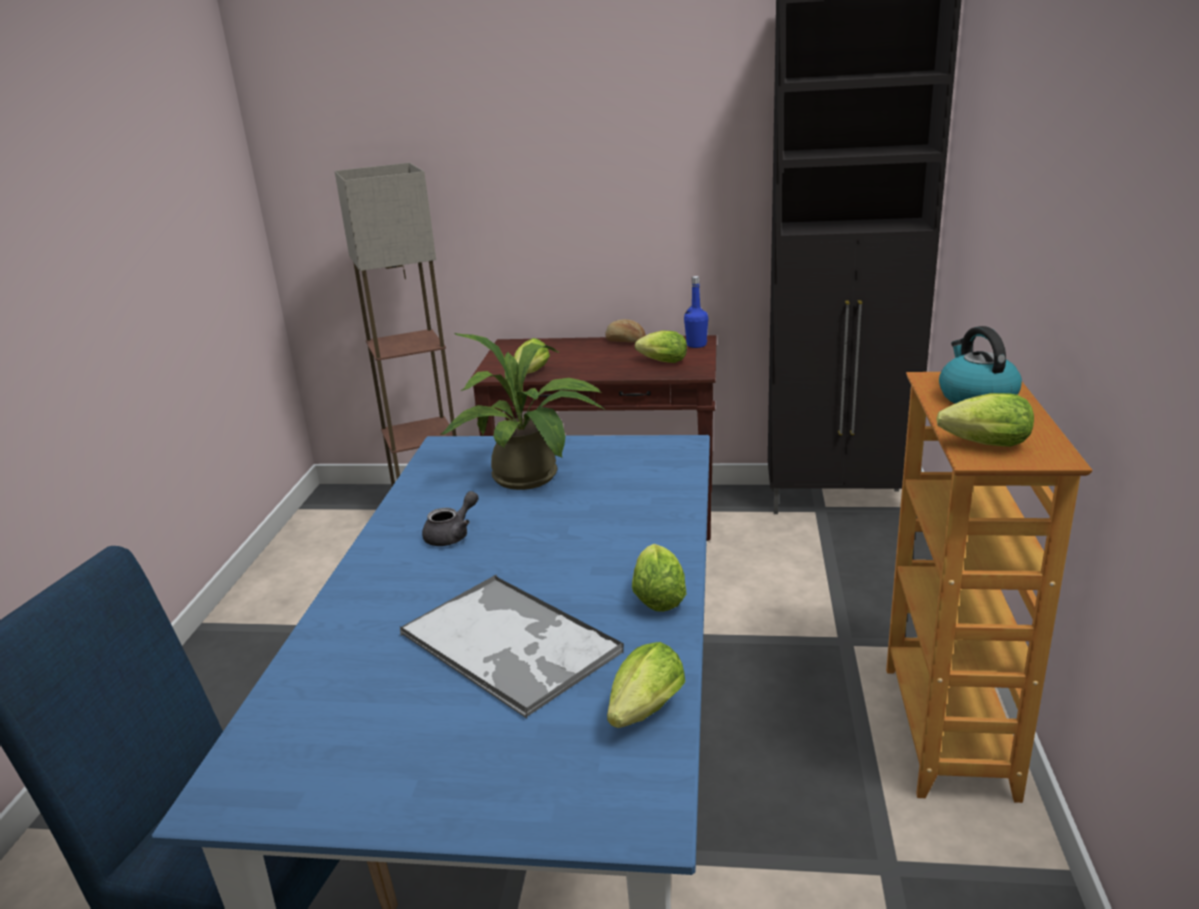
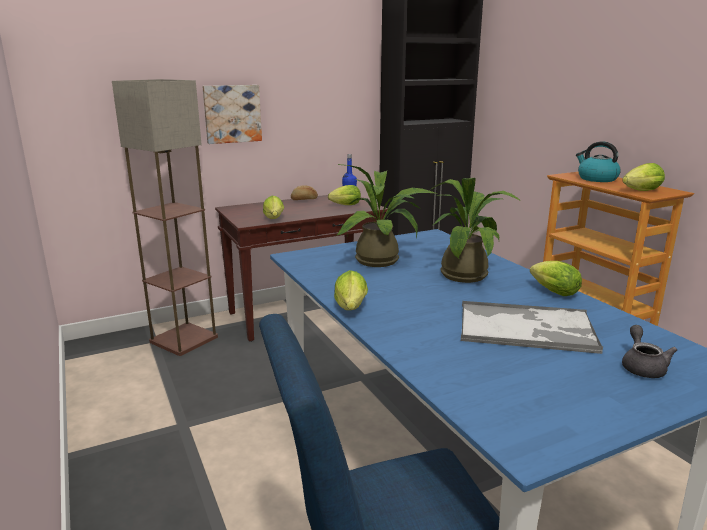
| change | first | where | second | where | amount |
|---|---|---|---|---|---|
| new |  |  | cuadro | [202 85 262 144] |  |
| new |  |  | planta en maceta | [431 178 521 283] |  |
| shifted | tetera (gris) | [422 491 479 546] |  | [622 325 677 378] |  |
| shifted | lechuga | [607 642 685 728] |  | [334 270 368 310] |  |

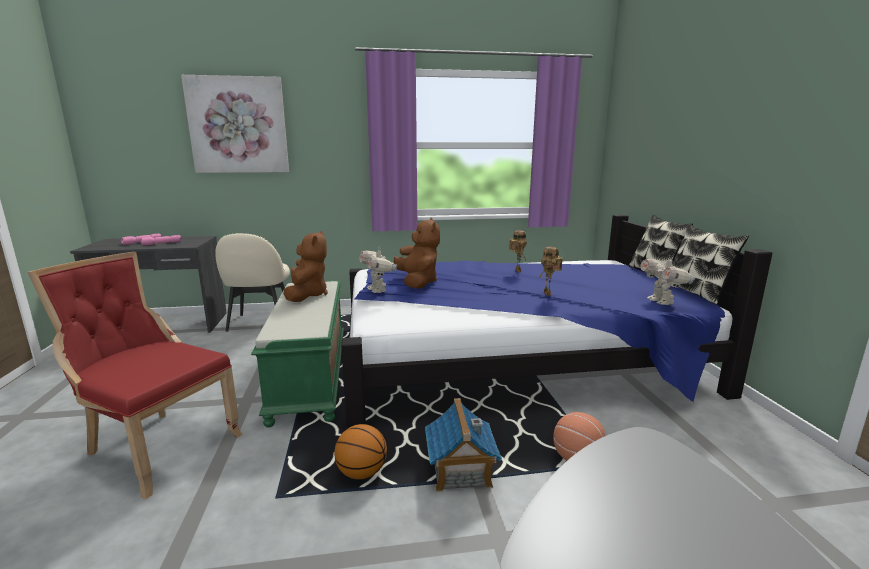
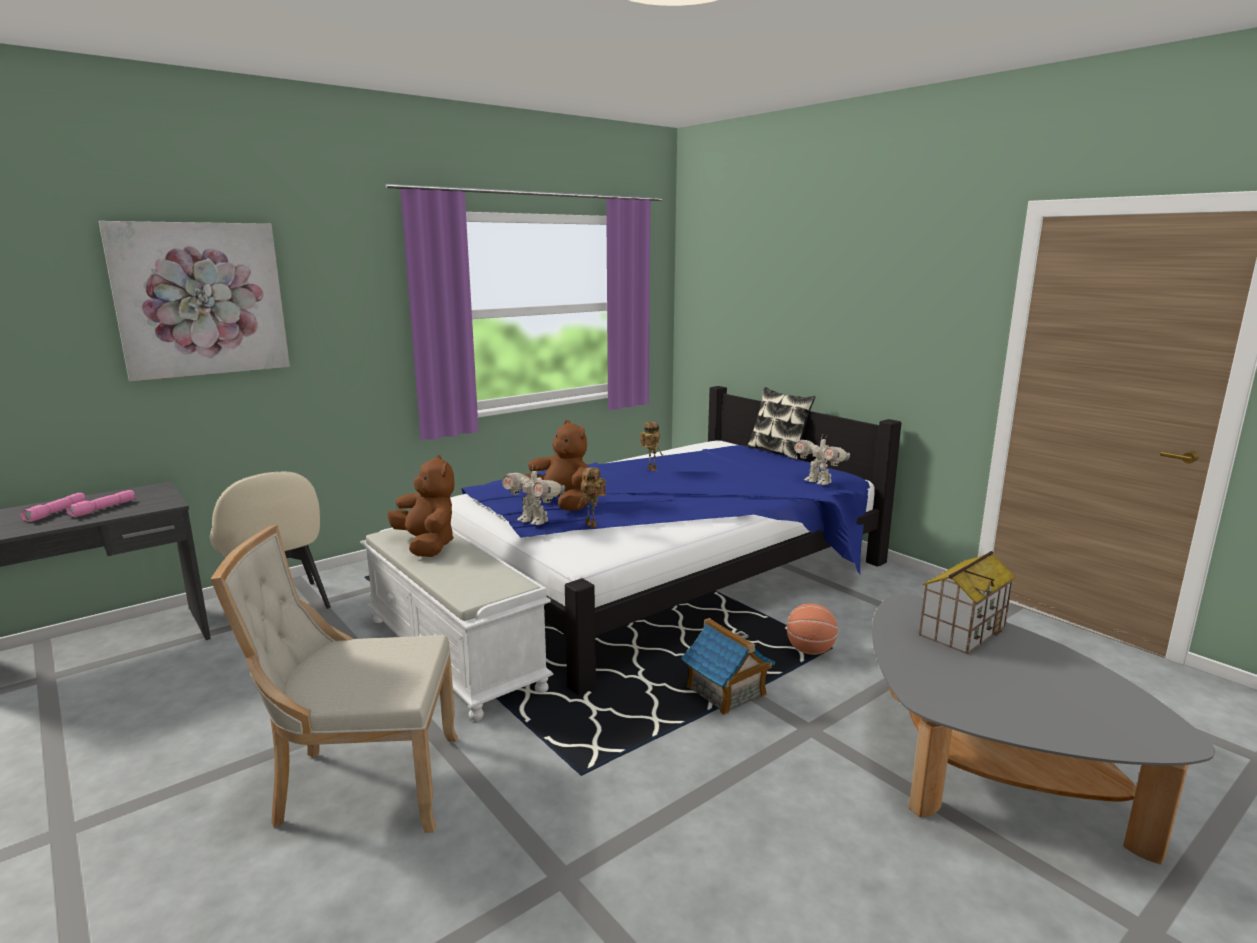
| change | first | where | second | where | amount |
|---|---|---|---|---|---|
| gone | balón de baloncesto | [334 424 387 480] |  |  |  |
| gone | cojín | [669 224 749 305] |  |  |  |
| new |  |  | casita | [919 551 1016 654] |  |
| shifted | robot de juguete | [538 247 563 296] |  | [578 467 606 528] |  |
| repainted | silla (rojo) | [28 252 243 499] | silla (beis) | [211 525 458 833] |  |
| repainted | banco (verde) | [251 280 344 427] | banco (blanco) | [360 528 553 721] |  |

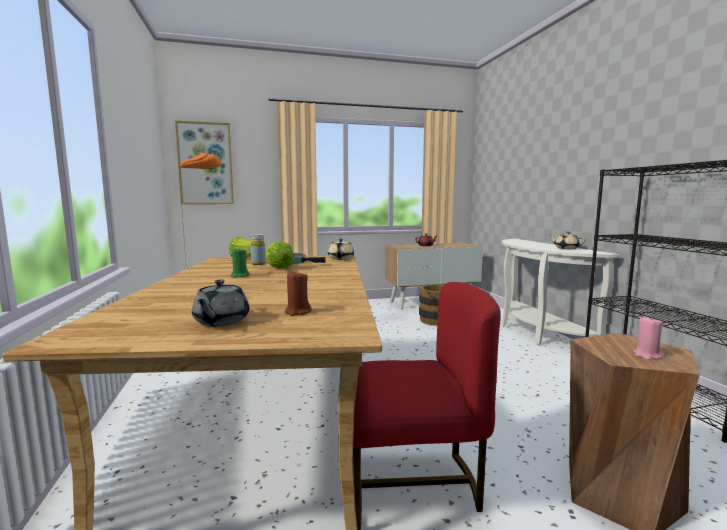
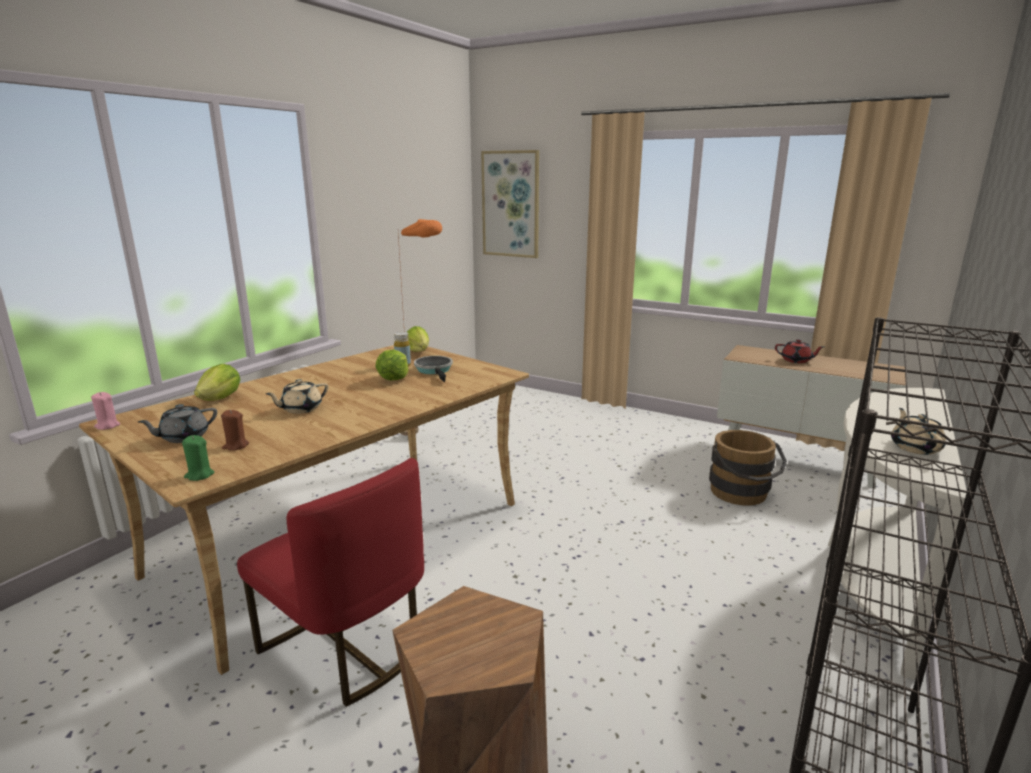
| change | first | where | second | where | amount |
|---|---|---|---|---|---|
| new |  |  | lechuga | [194 364 240 401] |  |
| shifted | vela (verde) | [231 247 249 278] |  | [182 435 214 481] |  |
| shifted | tetera (beis) | [328 238 354 260] |  | [266 379 328 414] |  |
| shifted | vela (rosa) | [634 316 663 360] |  | [91 392 120 430] |  |

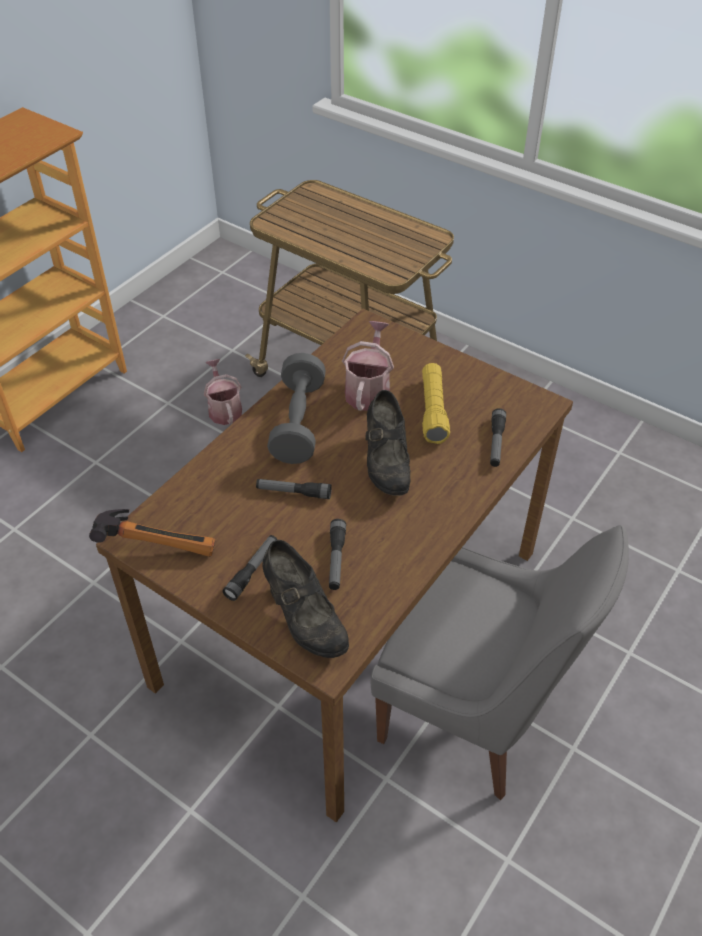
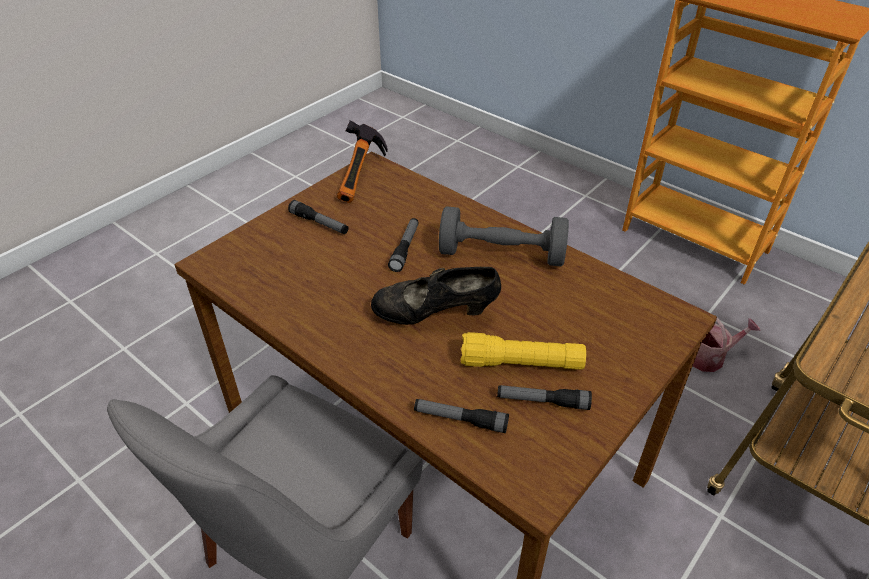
| change | first | where | second | where | amount |
|---|---|---|---|---|---|
| gone | zapato (negro) | [262 540 349 658] |  |  |  |
| gone | regadera | [342 321 394 411] |  |  |  |
| shifted | linterna | [329 519 346 590] |  | [497 385 592 410] |  |

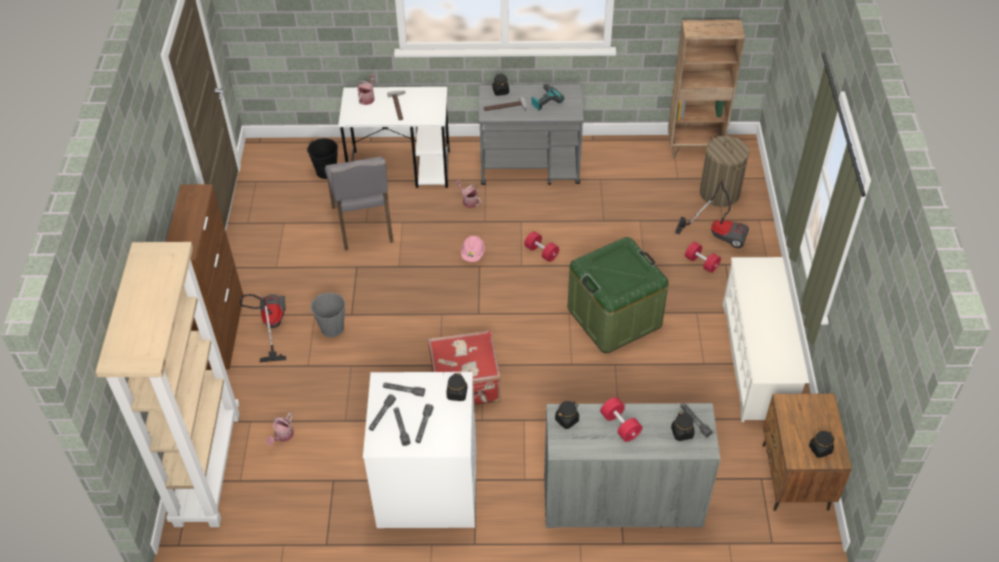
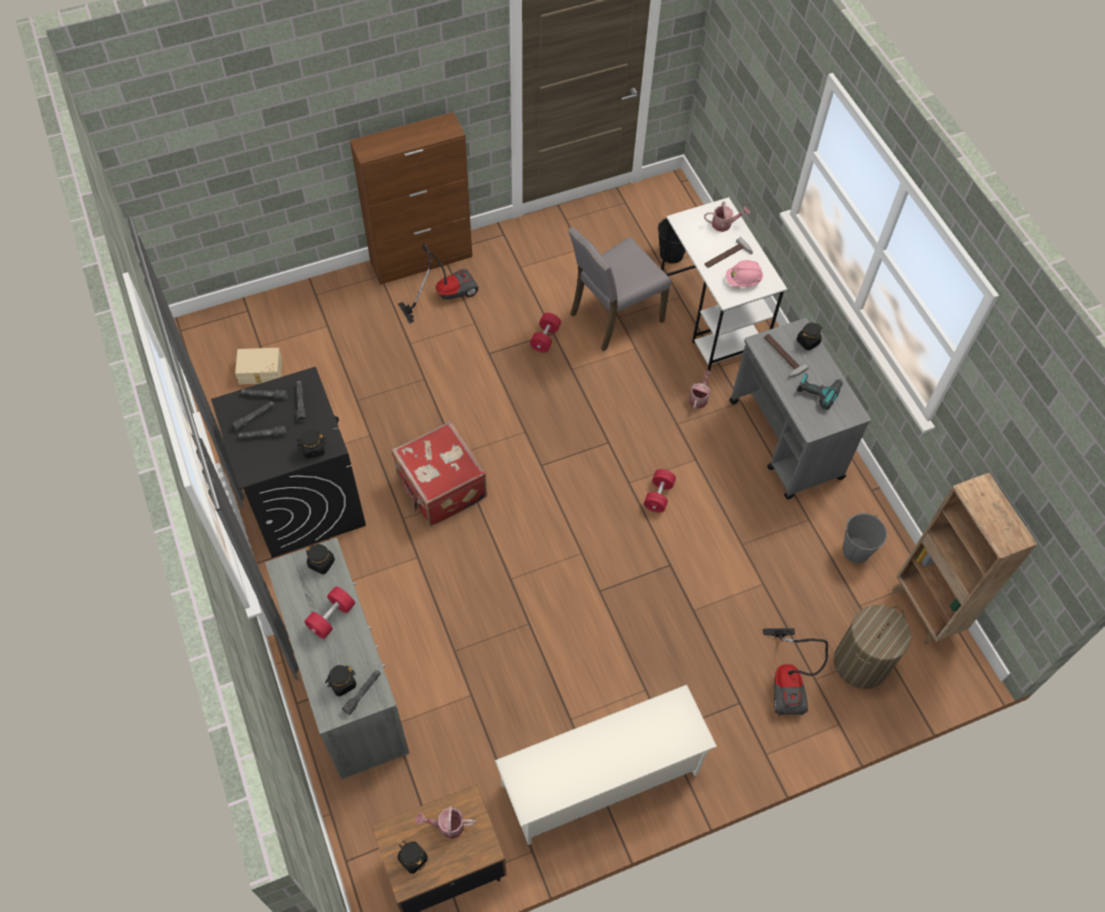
| change | first | where | second | where | amount |
|---|---|---|---|---|---|
| gone | estantería (beis) | [95 242 240 527] |  |  |  |
| gone | caja de almacenaje (verde) | [568 237 669 353] |  |  |  |
| new |  |  | caja de almacenaje (beis) | [235 348 282 384] |  |
| shifted | regadera | [267 413 294 445] |  | [416 806 476 839] |  |
| shifted | cubo (gris) | [311 293 345 337] |  | [842 513 887 563] |  |
| shifted | casco (rosa) | [461 235 485 262] |  | [726 260 763 287] |  |
| shifted | mancuerna (rojo) | [685 242 721 273] |  | [530 313 561 353] |  |
| repainted | lavadora (blanco) | [363 372 476 528] | lavadora (negro) | [211 367 366 558] |  |

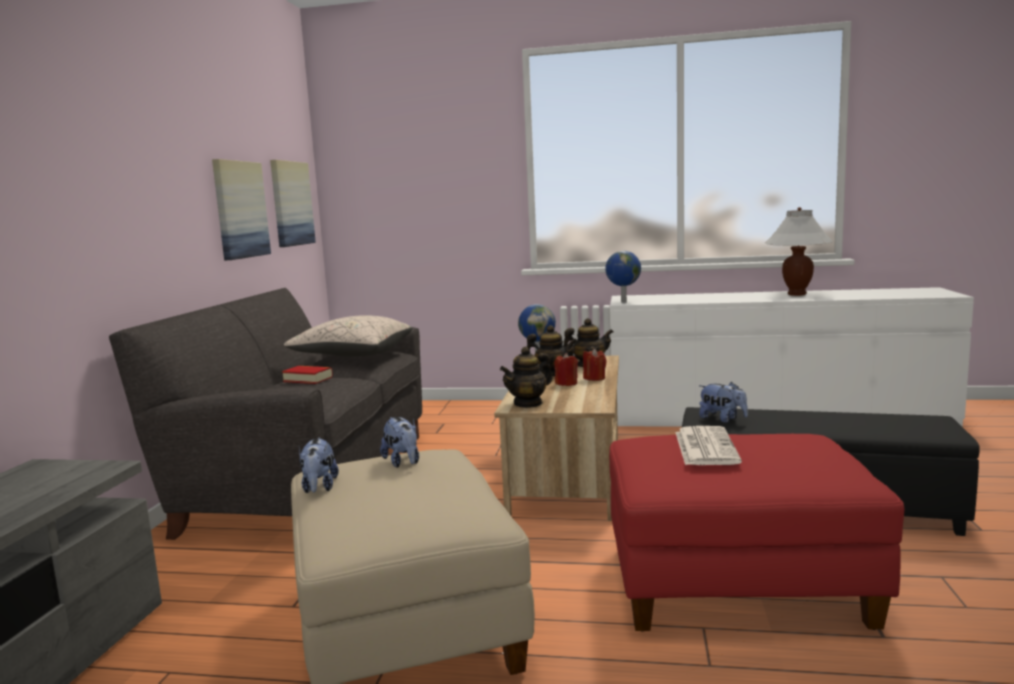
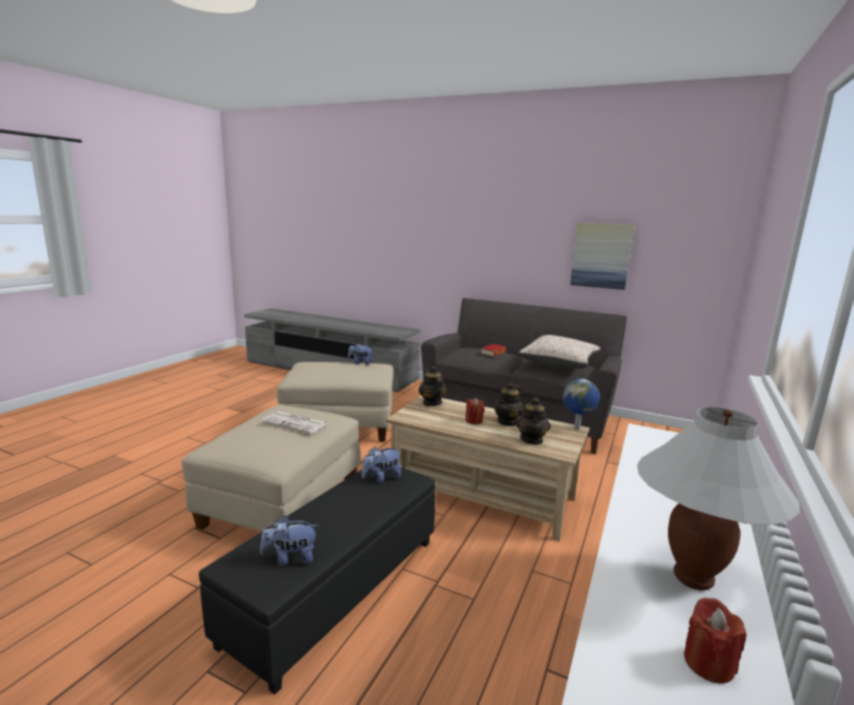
| change | first | where | second | where | amount |
|---|---|---|---|---|---|
| gone | cuadro | [270 160 316 247] |  |  |  |
| gone | globo terráqueo | [605 251 641 303] |  |  |  |
| shifted | peluche | [380 417 419 468] |  | [260 516 319 565] |  |
| shifted | vela (rojo) | [583 348 607 381] |  | [684 598 746 683] |  |
| repainted | puf (rojo) | [609 434 904 632] | puf (beis) | [182 405 361 532] |  |

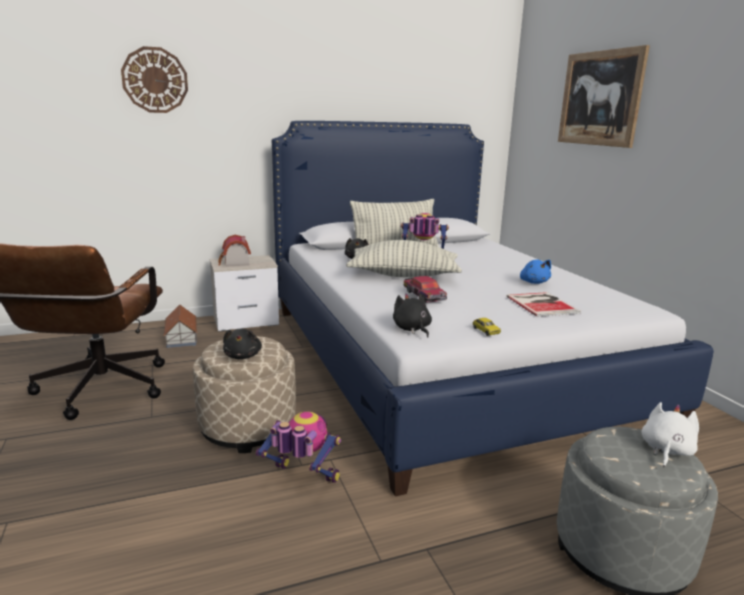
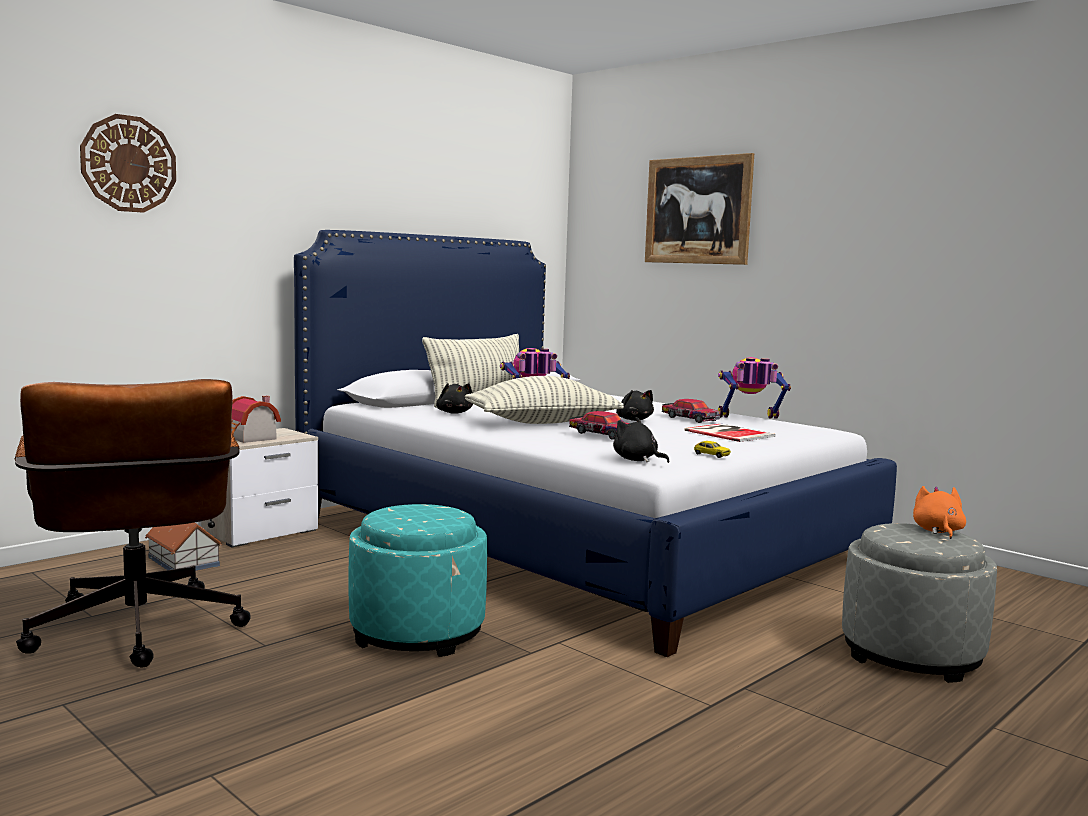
| change | first | where | second | where | amount |
|---|---|---|---|---|---|
| shifted | peluche (negro) | [223 329 262 359] |  | [616 390 654 421] |  |
| shifted | robot de juguete | [256 411 341 483] |  | [718 357 791 419] |  |
| swapped | peluche (azul) | [520 259 551 284] | coche de juguete | [662 399 720 423] |  |
| repainted | puf (beis) | [193 336 296 453] | puf (turquesa) | [348 504 487 657] |  |
| repainted | peluche (blanco) | [641 402 699 467] | peluche (naranja) | [913 486 966 539] |  |

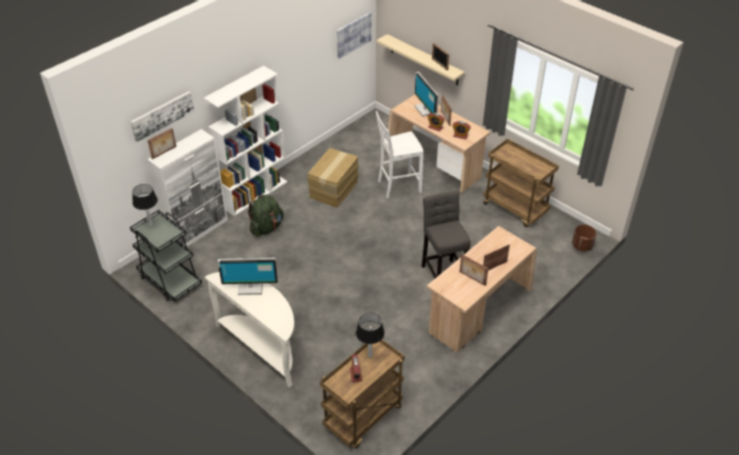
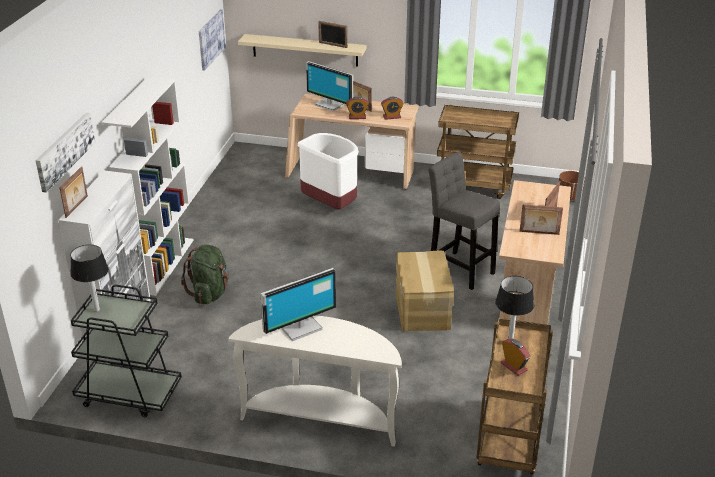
| change | first | where | second | where | amount |
|---|---|---|---|---|---|
| shifted | caja de cartón | [307 148 359 208] |  | [396 250 454 332] |  |
| swapped | silla (blanco) | [376 111 423 198] | papelera (blanco) | [297 133 359 210] |  |

